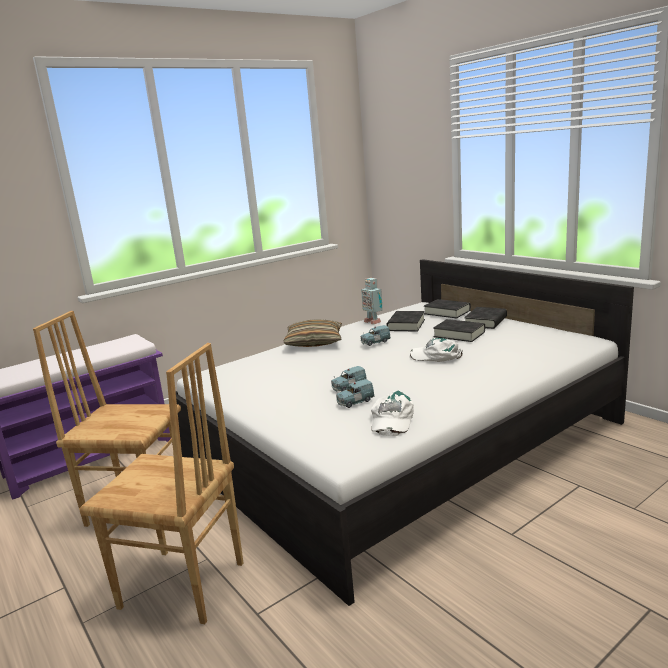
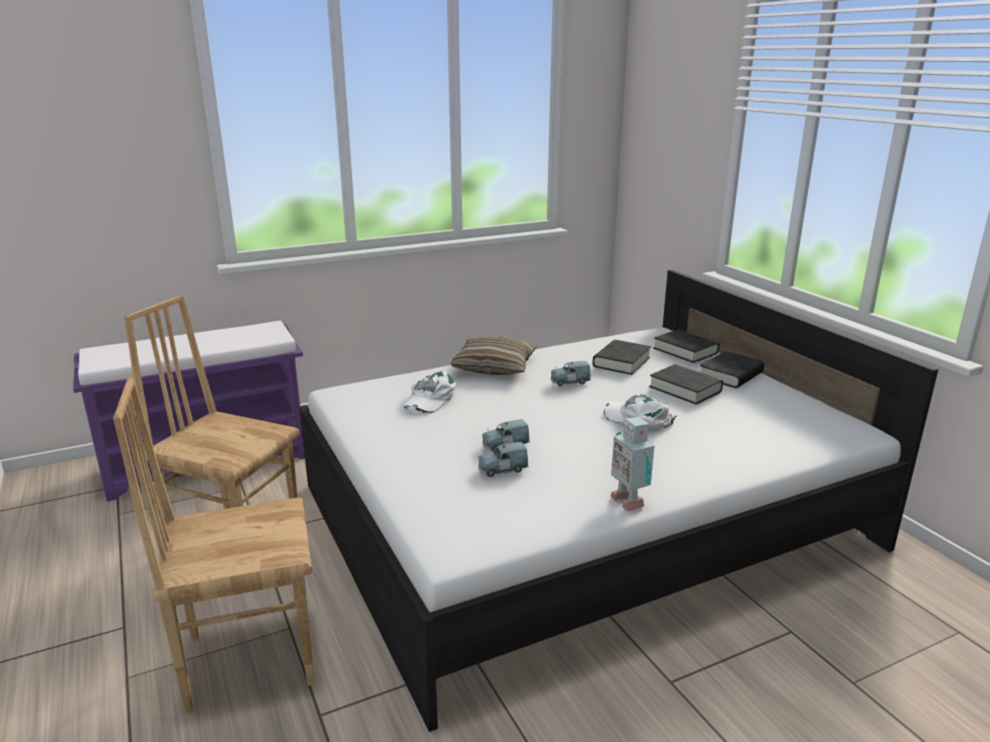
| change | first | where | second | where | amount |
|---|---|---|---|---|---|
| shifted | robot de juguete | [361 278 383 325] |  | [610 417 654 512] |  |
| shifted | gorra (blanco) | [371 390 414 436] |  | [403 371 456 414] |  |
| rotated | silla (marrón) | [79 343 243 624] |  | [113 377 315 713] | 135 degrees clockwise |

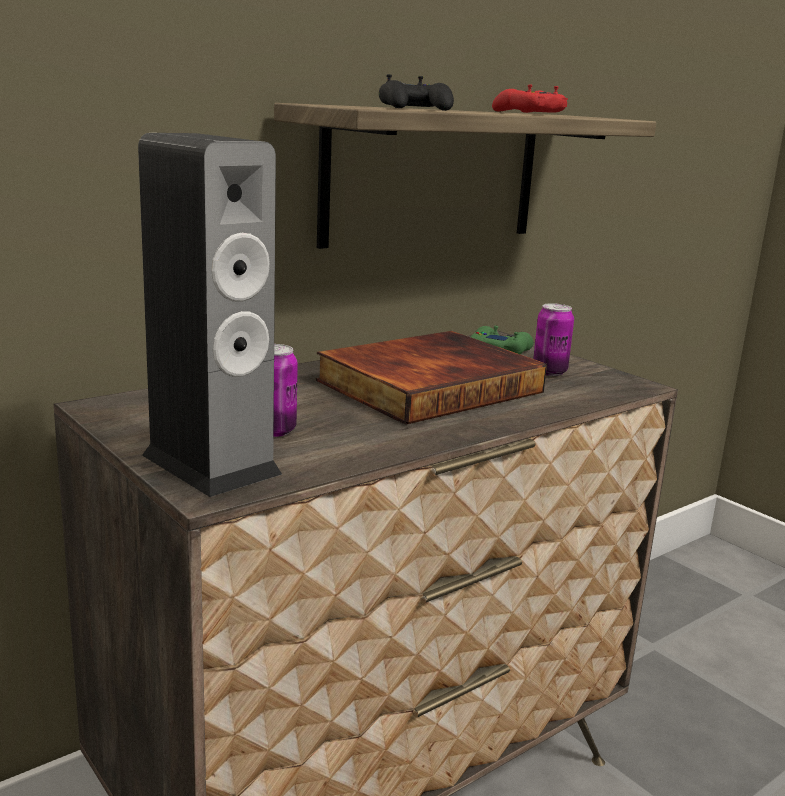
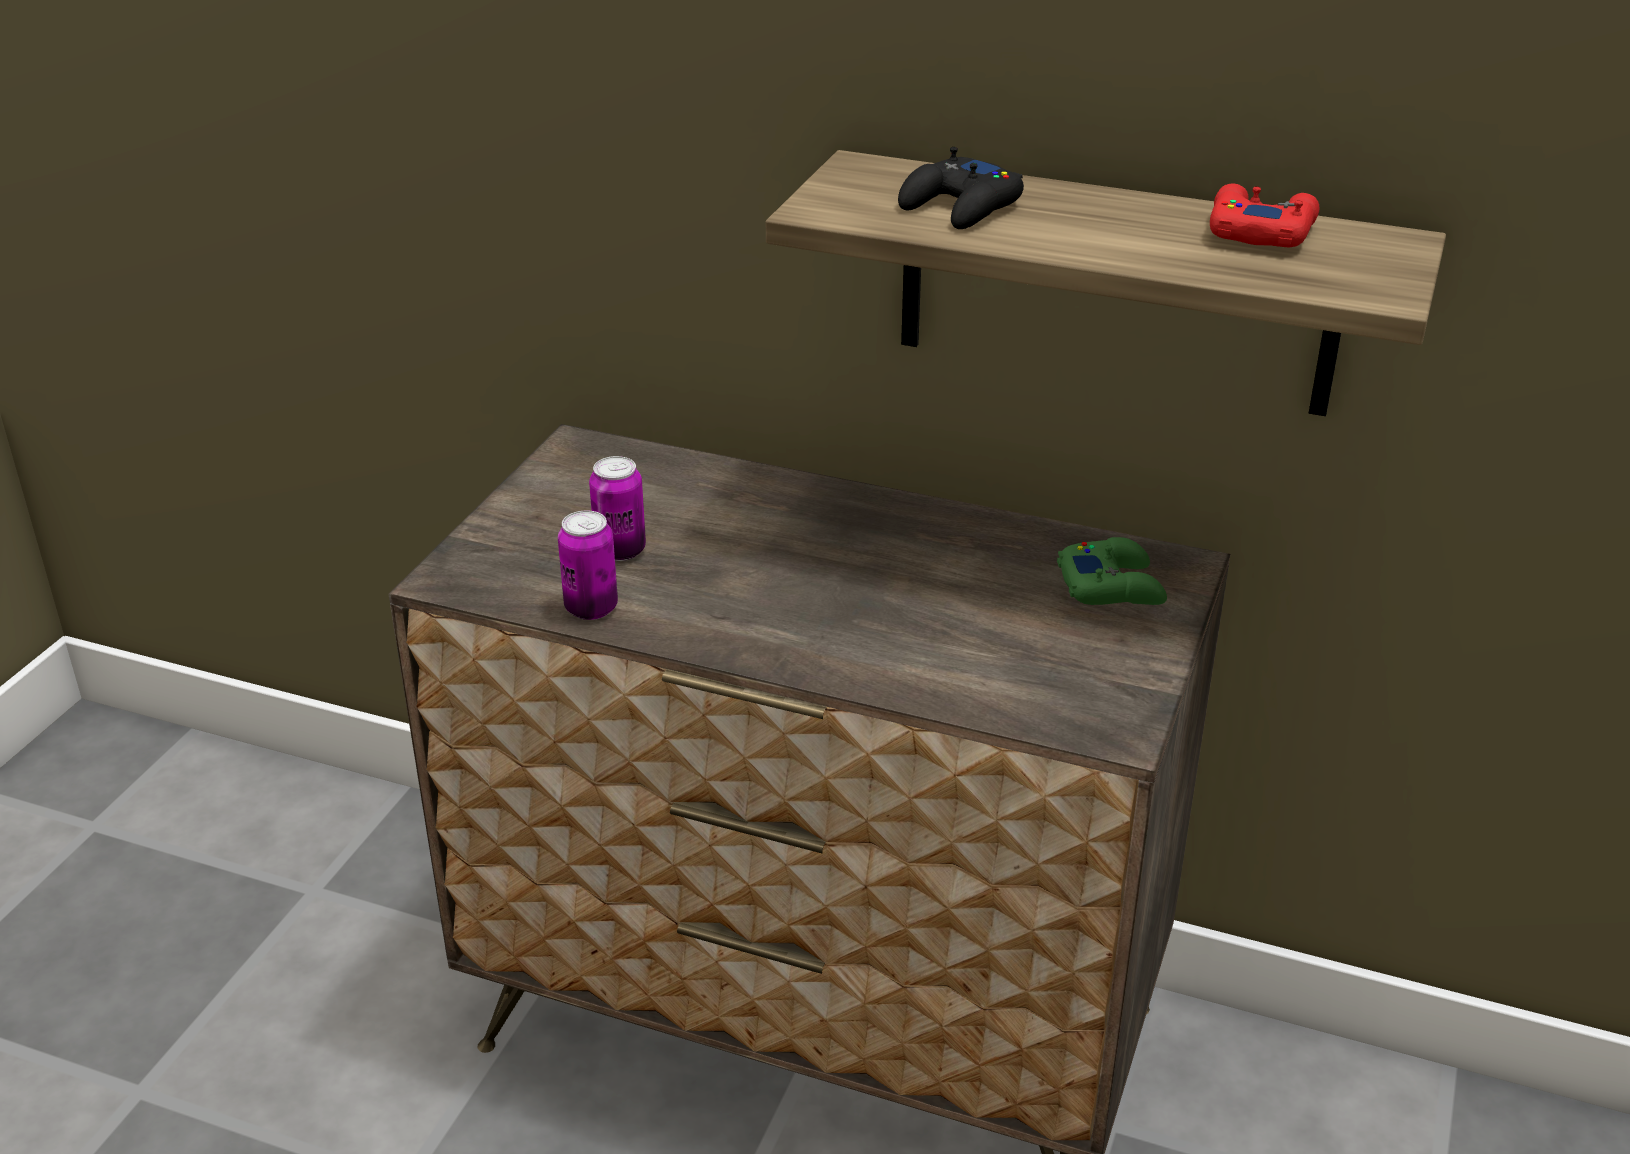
| change | first | where | second | where | amount |
|---|---|---|---|---|---|
| gone | altavoz | [138 133 282 497] |  |  |  |
| gone | libro | [316 331 547 425] |  |  |  |
| shifted | lata | [533 303 574 376] |  | [558 510 618 620] |  |

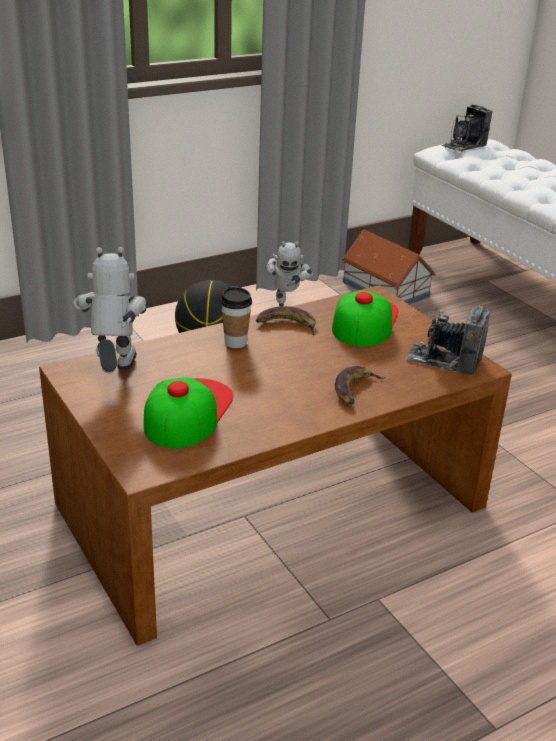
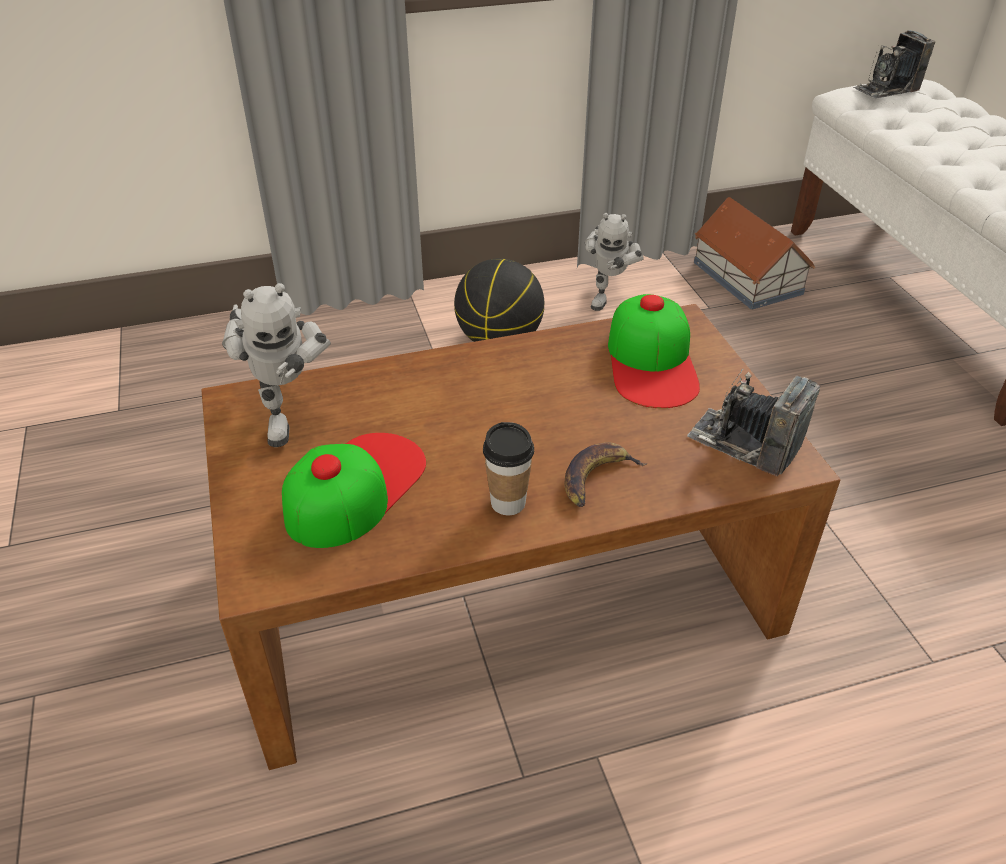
| change | first | where | second | where | amount |
|---|---|---|---|---|---|
| gone | plátano | [256 306 316 335] |  |  |  |
| shifted | taza | [220 287 252 348] |  | [483 422 534 515] |  |
| rotated | robot de juguete | [73 247 146 374] |  | [222 283 331 447] | 150 degrees clockwise |
| rotated | gorra | [332 291 398 346] |  | [608 294 700 408] | 150 degrees clockwise |

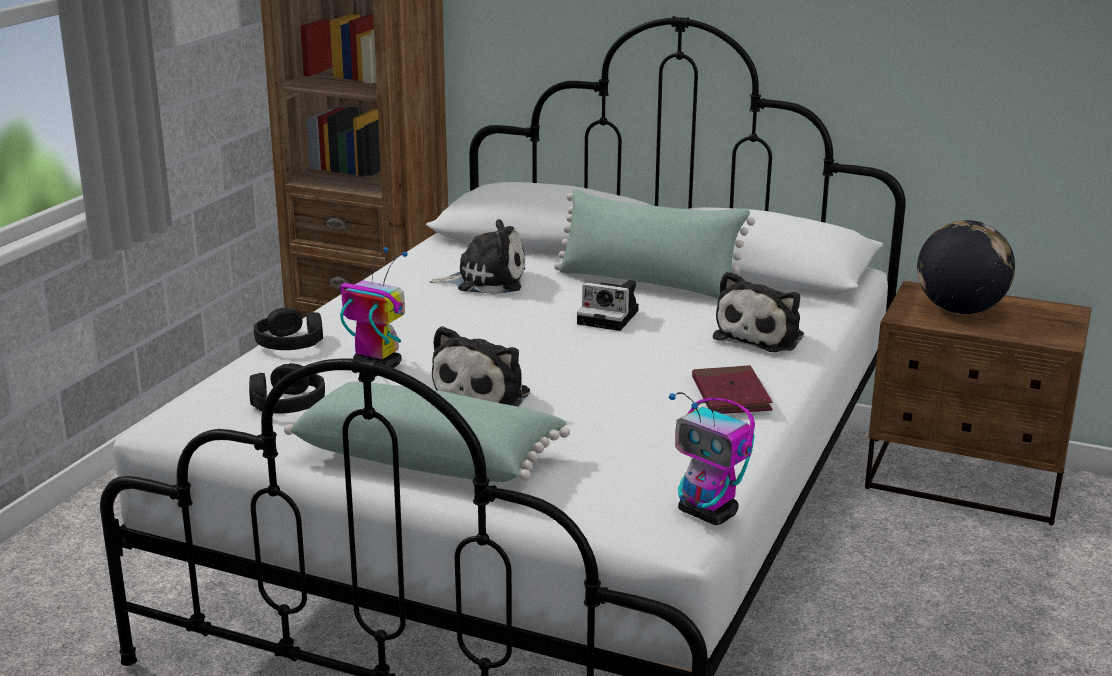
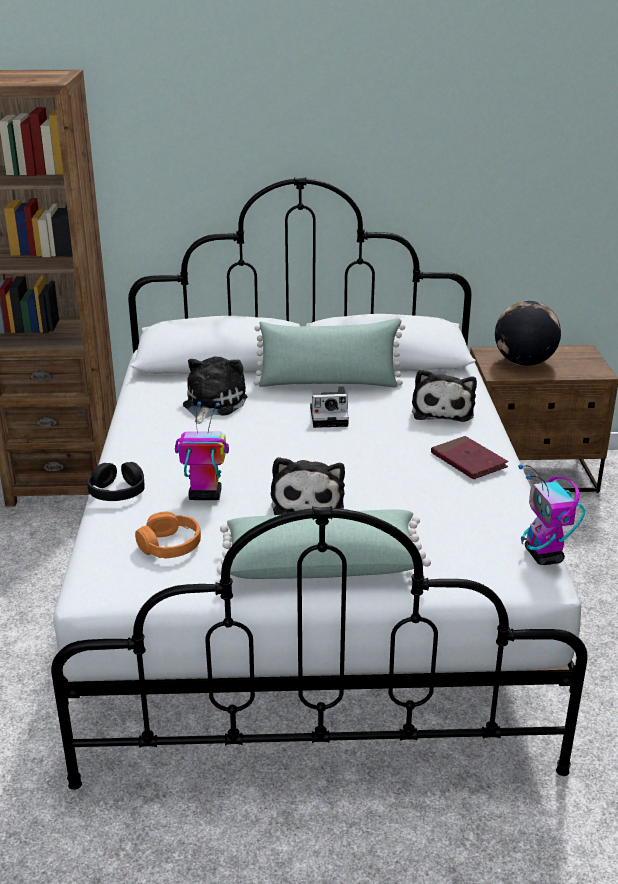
| change | first | where | second | where | amount |
|---|---|---|---|---|---|
| repainted | auriculares (negro) | [249 363 325 413] | auriculares (naranja) | [135 512 201 558] |  |
| rotated | peluche | [430 219 525 295] |  | [183 356 248 424] | 45 degrees counterclockwise |
| rotated | robot de juguete | [669 392 755 525] |  | [518 464 585 565] | 60 degrees clockwise |

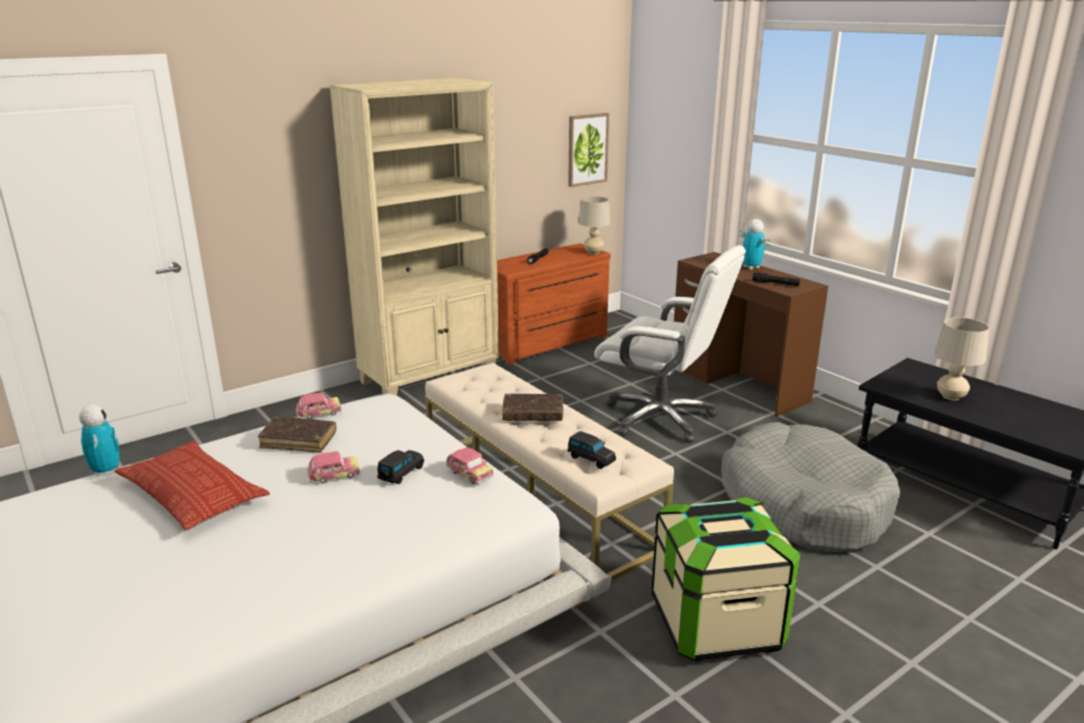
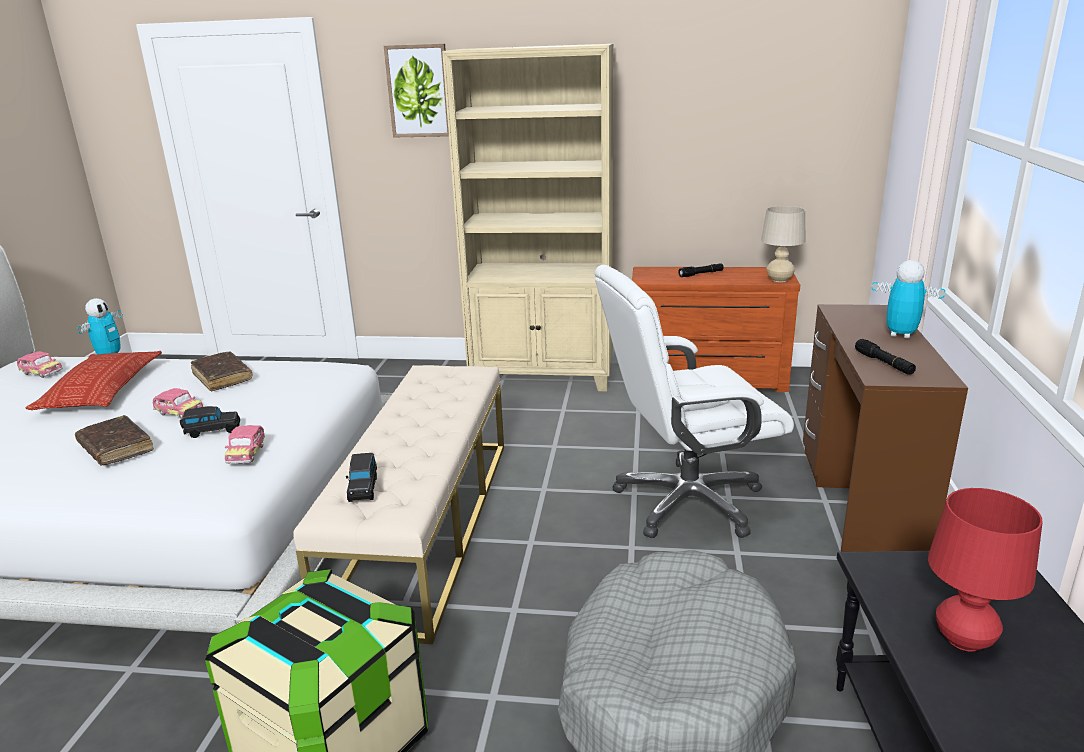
| change | first | where | second | where | amount |
|---|---|---|---|---|---|
| shifted | coche de juguete | [296 392 342 419] |  | [17 351 63 378] |  |
| shifted | libro (marrón) | [502 394 563 421] |  | [75 415 154 465] |  |
| shifted | cuadro | [568 113 609 187] |  | [384 44 449 138] |  |
| repainted | lámpara de mesa (beis) | [934 317 989 401] | lámpara de mesa (rojo) | [928 488 1043 652] |  |
| rotated | silla de oficina (blanco) | [594 245 746 443] |  | [595 265 794 538] | 90 degrees clockwise |
| rotated | robot de juguete | [739 219 770 270] |  | [872 260 945 339] | 75 degrees counterclockwise |

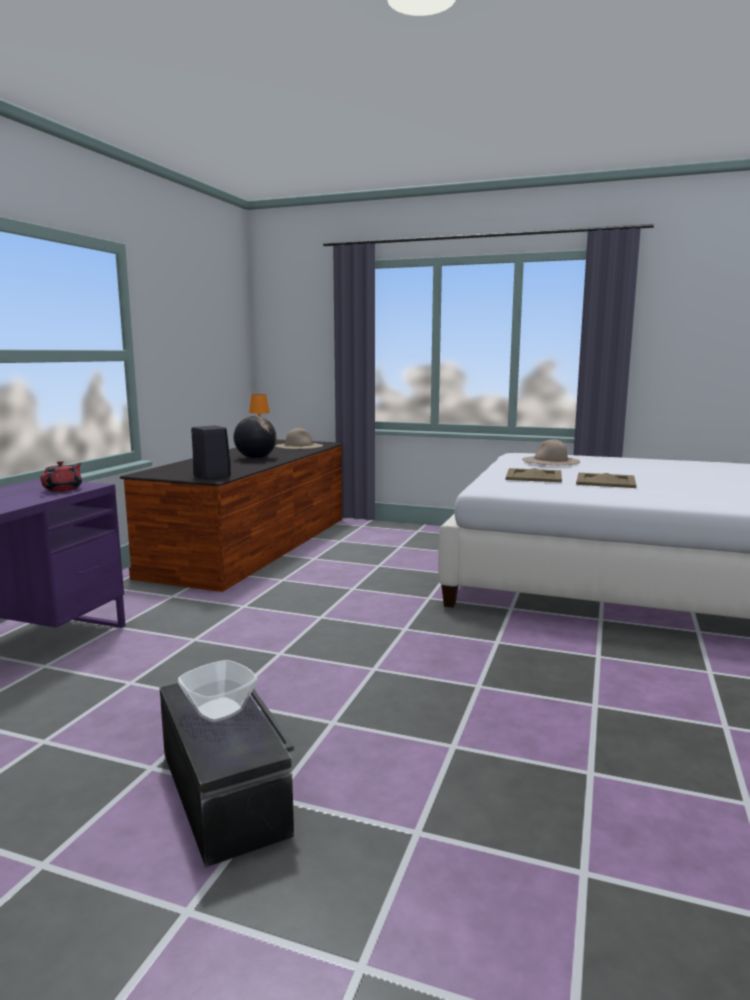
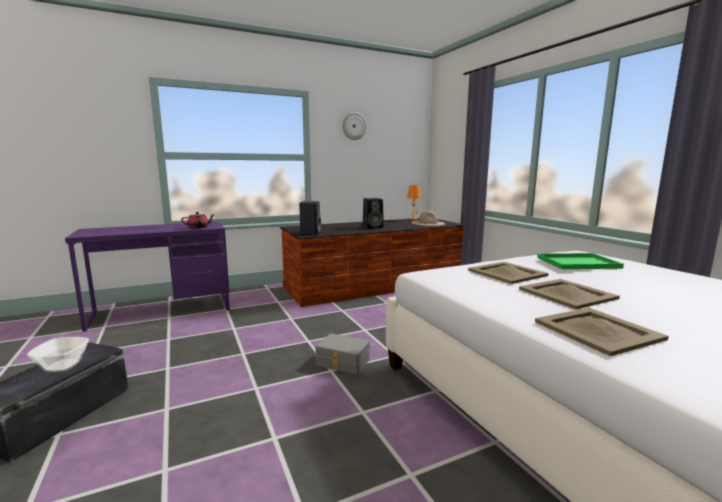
| change | first | where | second | where | amount |
|---|---|---|---|---|---|
| new |  |  | caja de almacenaje (gris) | [315 333 370 375] |  |
| new |  |  | reloj de pared | [342 112 367 140] |  |
| new |  |  | bandeja (beis) | [535 308 669 356] |  |
| swapped | globo terráqueo | [234 416 277 459] | altavoz (negro) | [363 198 383 229] |  |
| swapped | sombrero (beis) | [522 439 580 465] | bandeja (verde) | [537 253 624 269] |  |

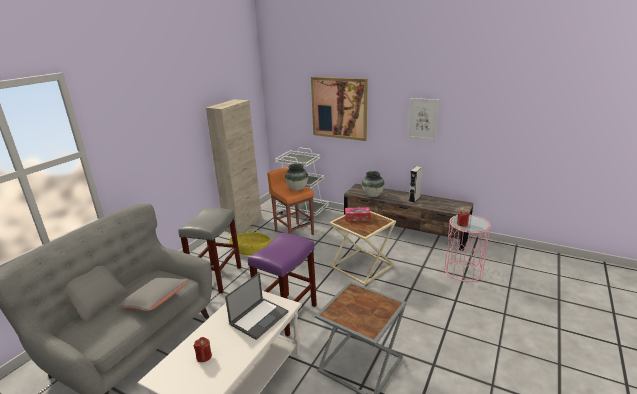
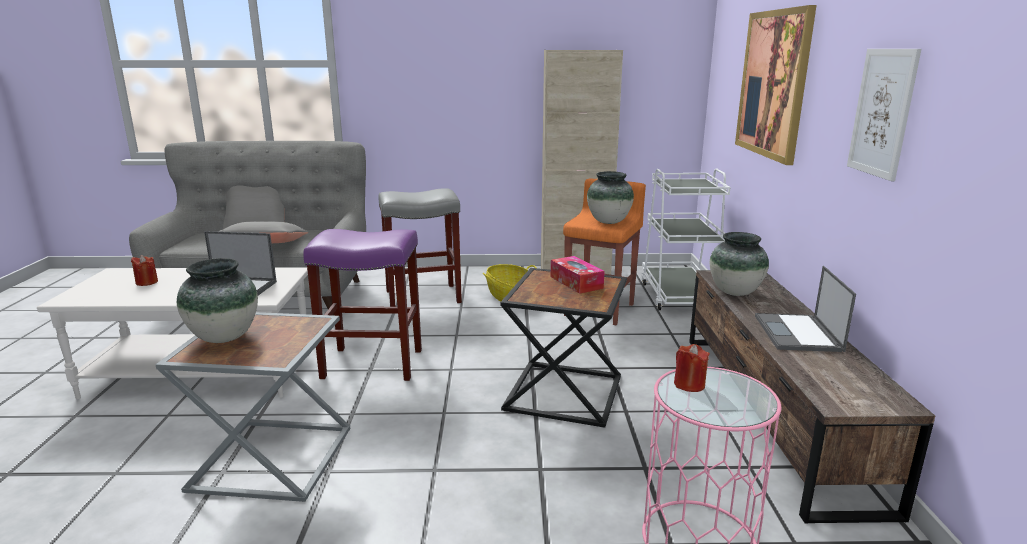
| change | first | where | second | where | amount |
|---|---|---|---|---|---|
| new |  |  | florero | [177 258 258 343] |  |
| swapped | altavoz (gris) | [409 166 422 203] | portátil | [755 266 856 352] |  |
| repainted | mesa auxiliar (beis) | [329 207 396 286] | mesa auxiliar (negro) | [500 268 627 428] |  |

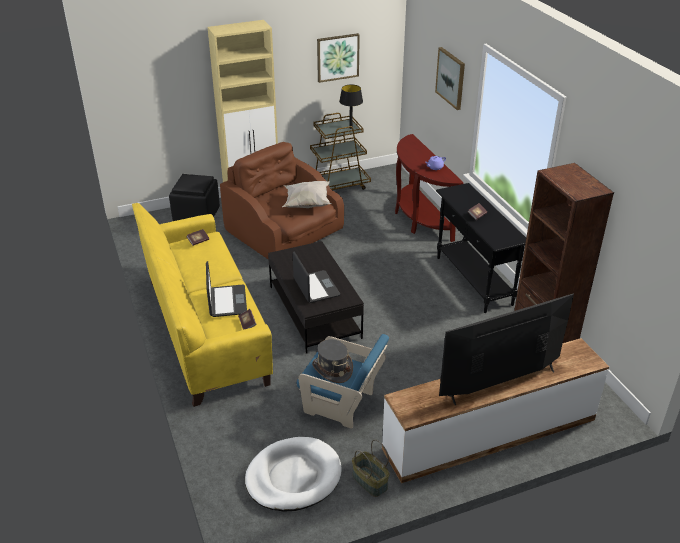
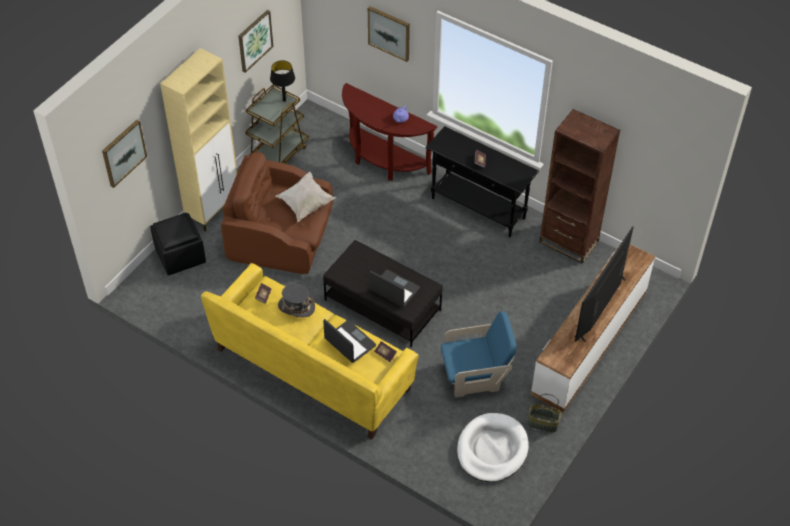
| change | first | where | second | where | amount |
|---|---|---|---|---|---|
| new |  |  | cuadro | [102 120 147 188] |  |
| shifted | sombrero (gris) | [312 339 353 383] |  | [278 284 315 318] |  |

